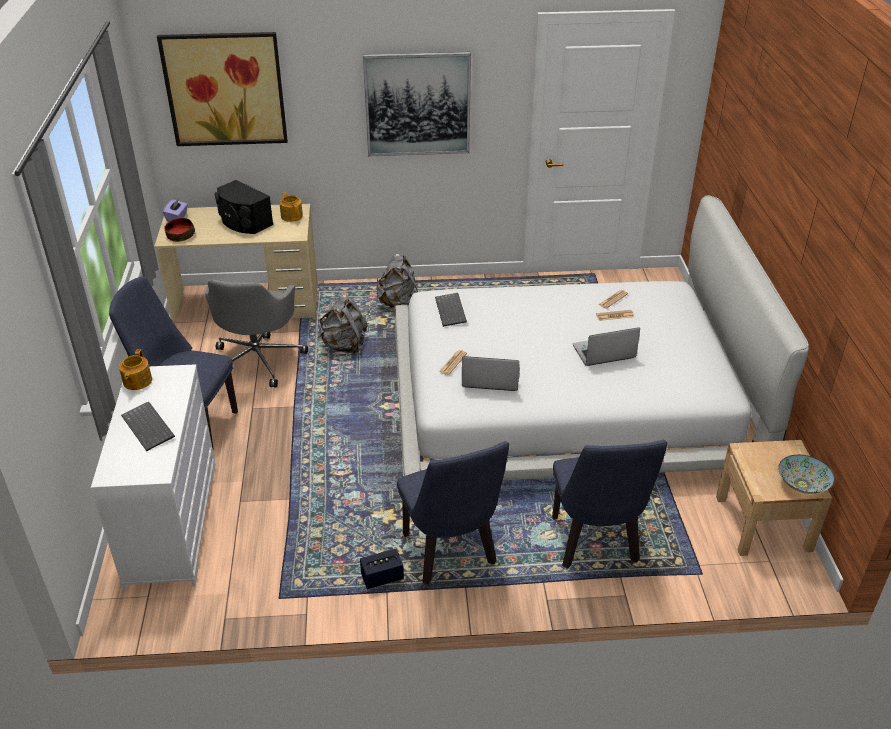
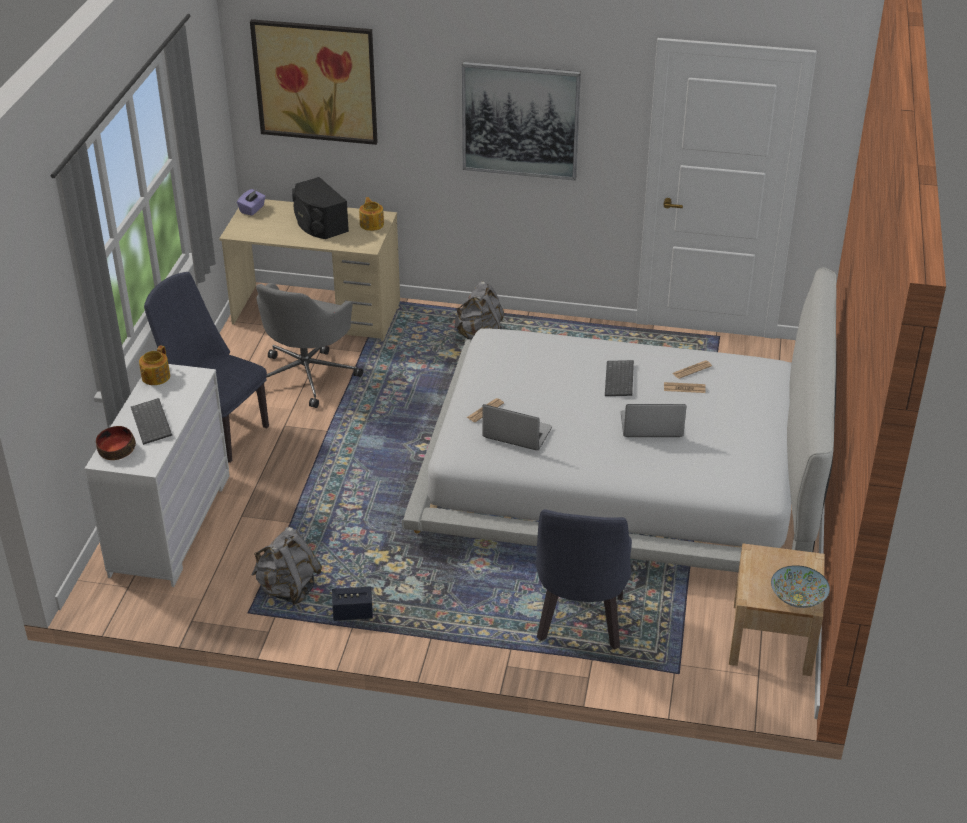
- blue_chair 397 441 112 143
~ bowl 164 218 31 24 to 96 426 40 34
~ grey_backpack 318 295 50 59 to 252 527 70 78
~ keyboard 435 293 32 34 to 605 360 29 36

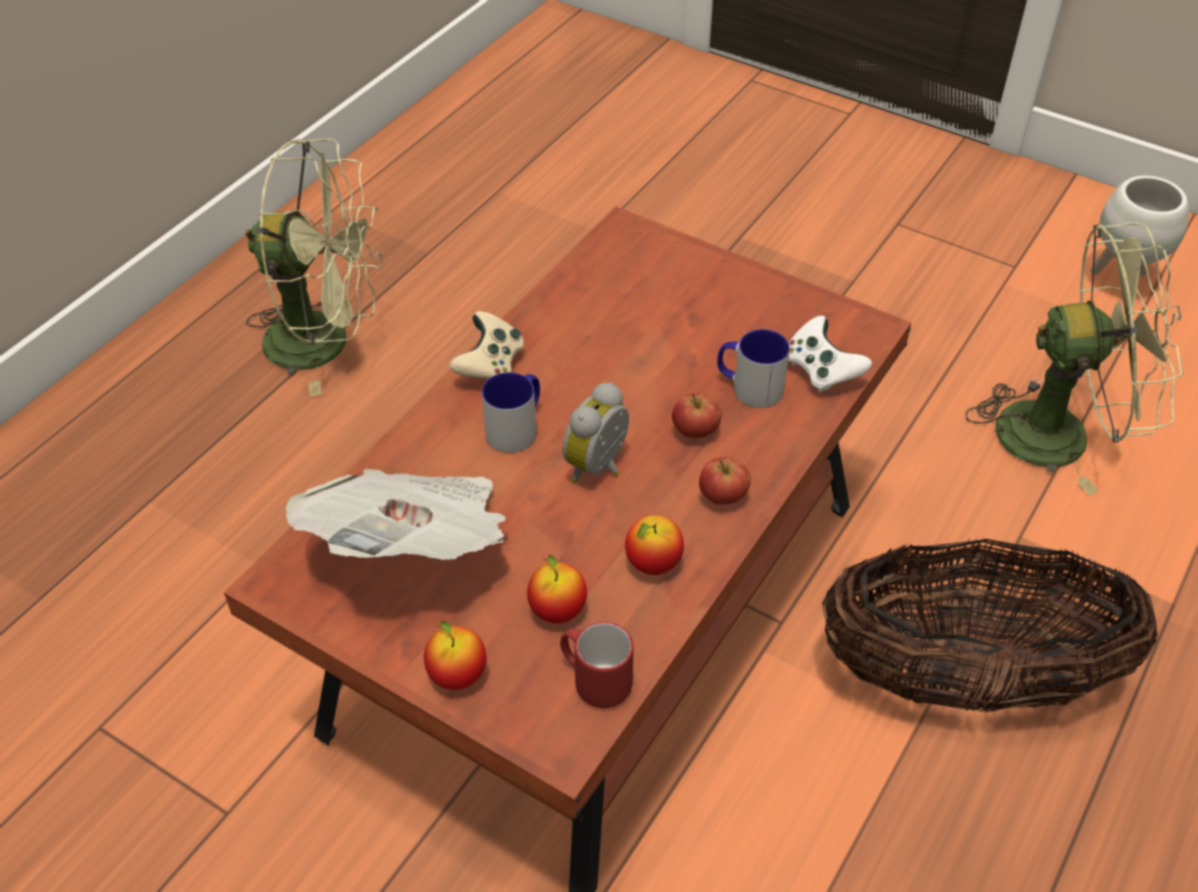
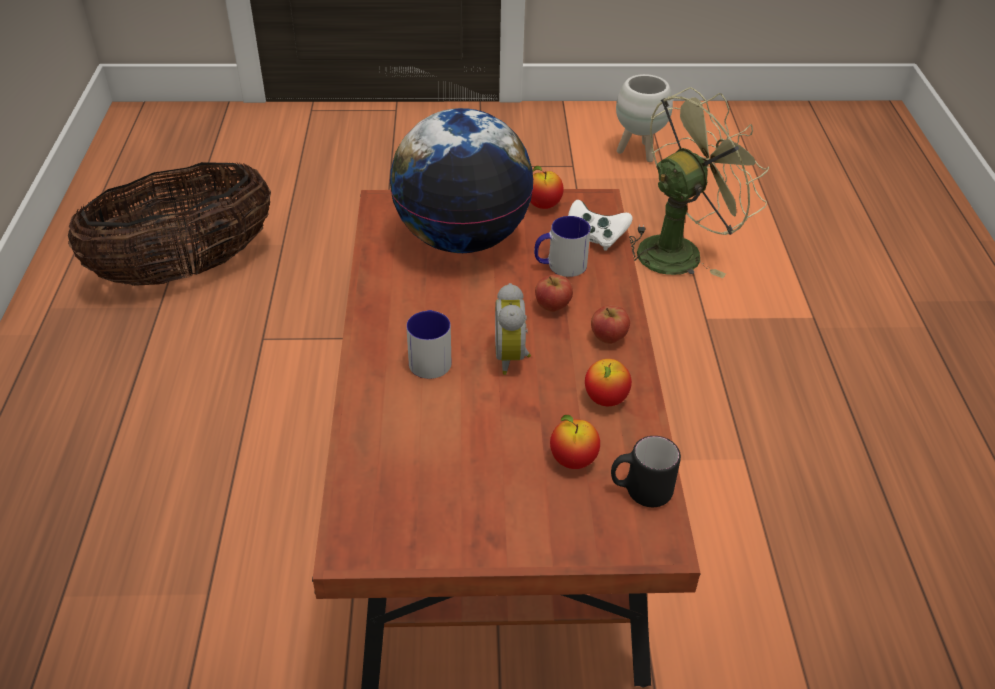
- green_fan 245 139 138 258
- newspaper 285 469 221 91
- beige_game_controller 449 311 75 68
+ globe 389 108 145 145
~ apple 424 621 62 69 to 530 166 34 43
~ basket 822 539 336 173 to 68 162 203 124
~ red_mug 560 622 74 86 to black_mug 611 436 70 71

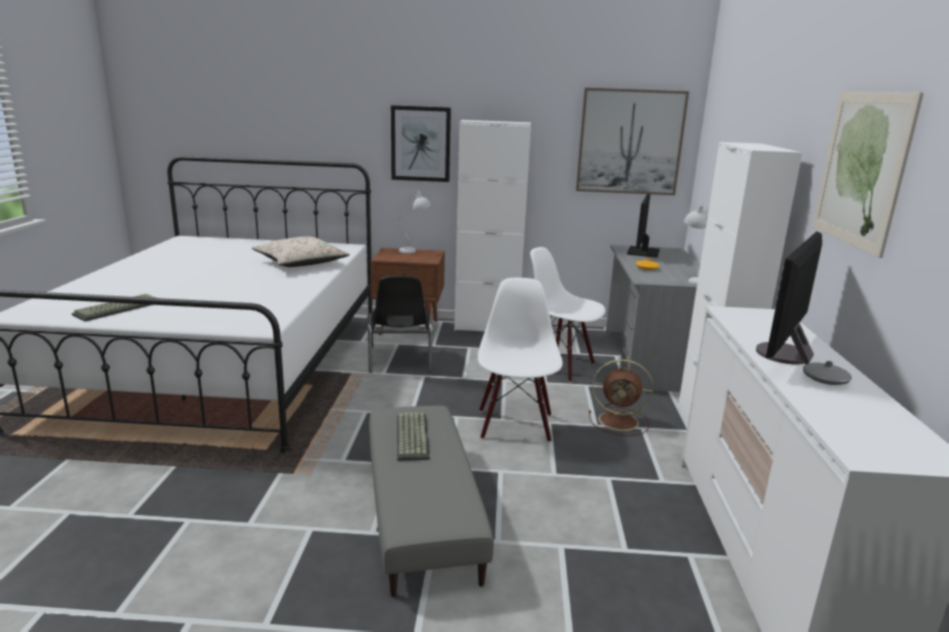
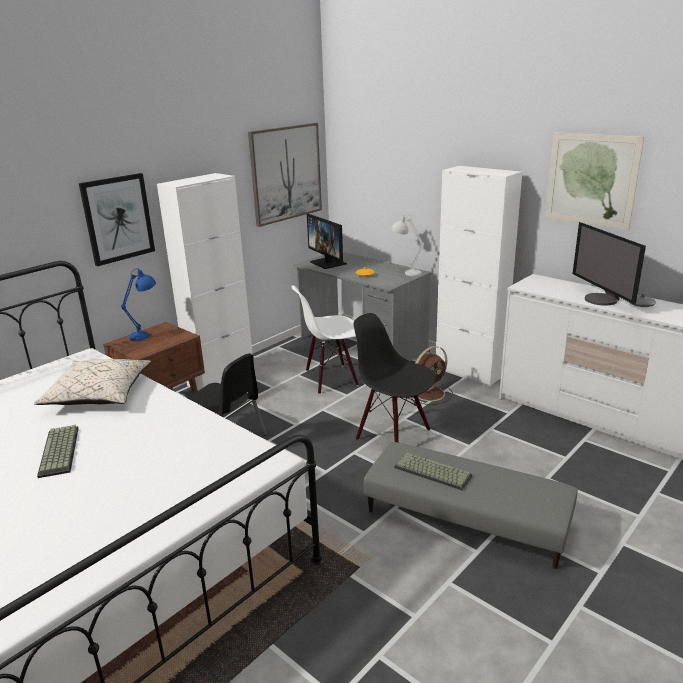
~ keyboard 72 294 84 27 to 37 425 42 53
~ white_table_lamp 397 189 34 65 to blue_table_lamp 121 268 35 73
~ white_chair 478 278 85 164 to black_chair 354 313 82 129

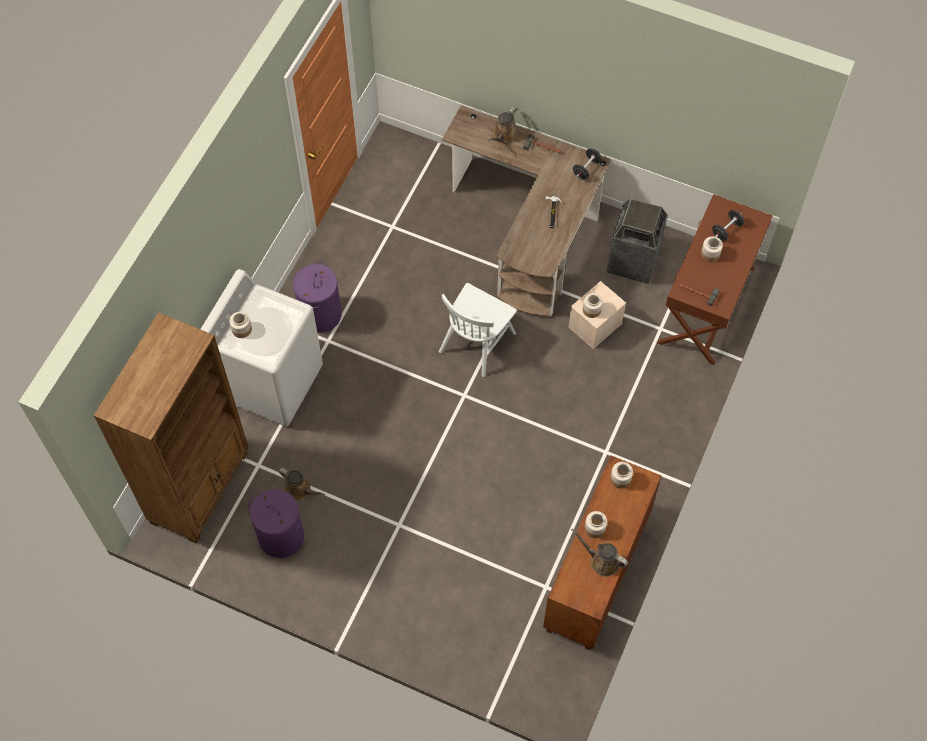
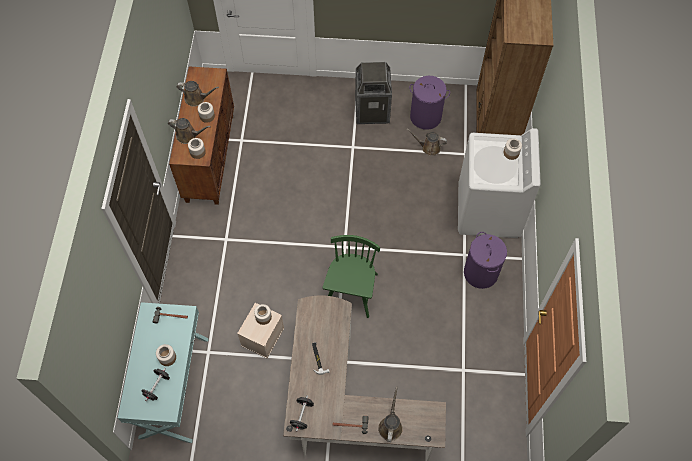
+ brown_watering_can 168 118 43 26
~ trash_can 607 198 61 86 to 355 62 37 62
~ white_chair 439 283 78 94 to green_chair 322 235 58 83
~ brown_console_table 657 194 116 171 to turquoise_console_table 118 302 91 141

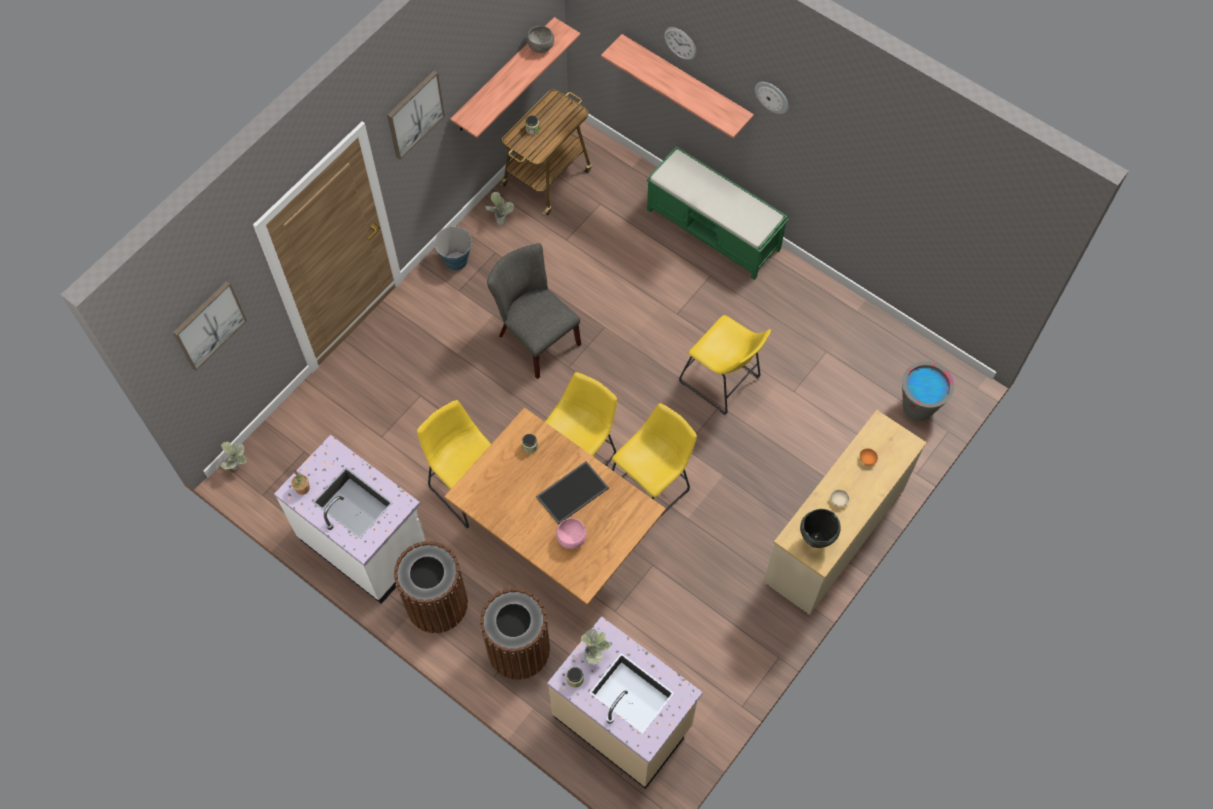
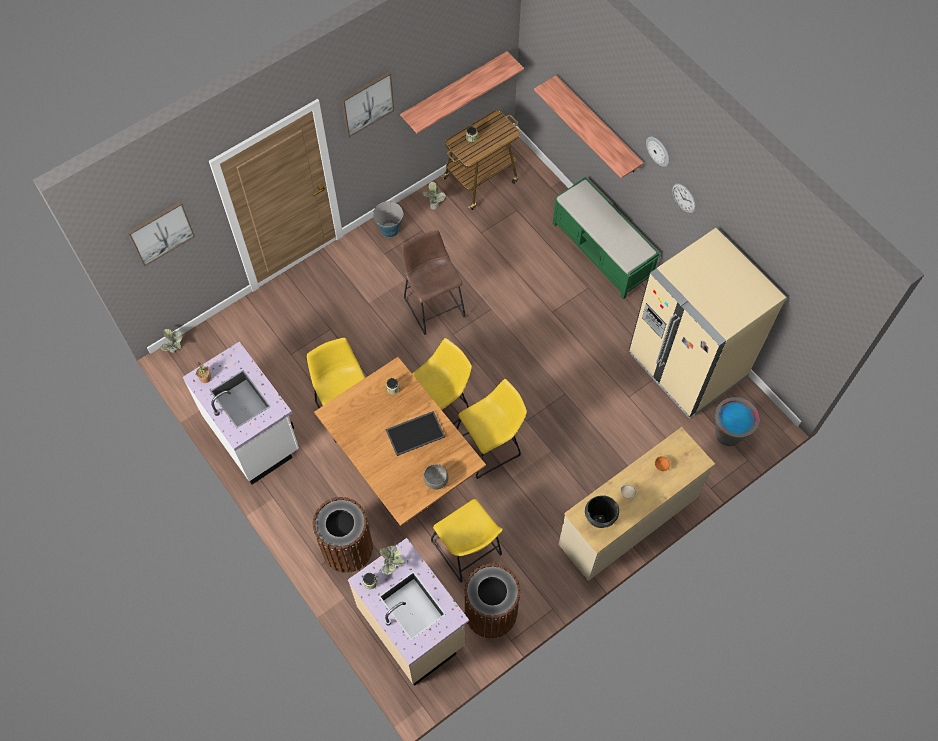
- pink_bowl 556 518 30 31
+ beige_fridge 629 228 157 190
~ brown_trash_can 394 541 74 92 to 464 563 57 75
~ grey_bowl 527 26 27 27 to 423 464 25 26
~ wall_clock 664 27 32 33 to 672 183 24 30
~ yellow_stool 679 315 92 100 to 431 499 72 83
~ grey_chair 487 243 94 136 to brown_stool 402 230 64 105

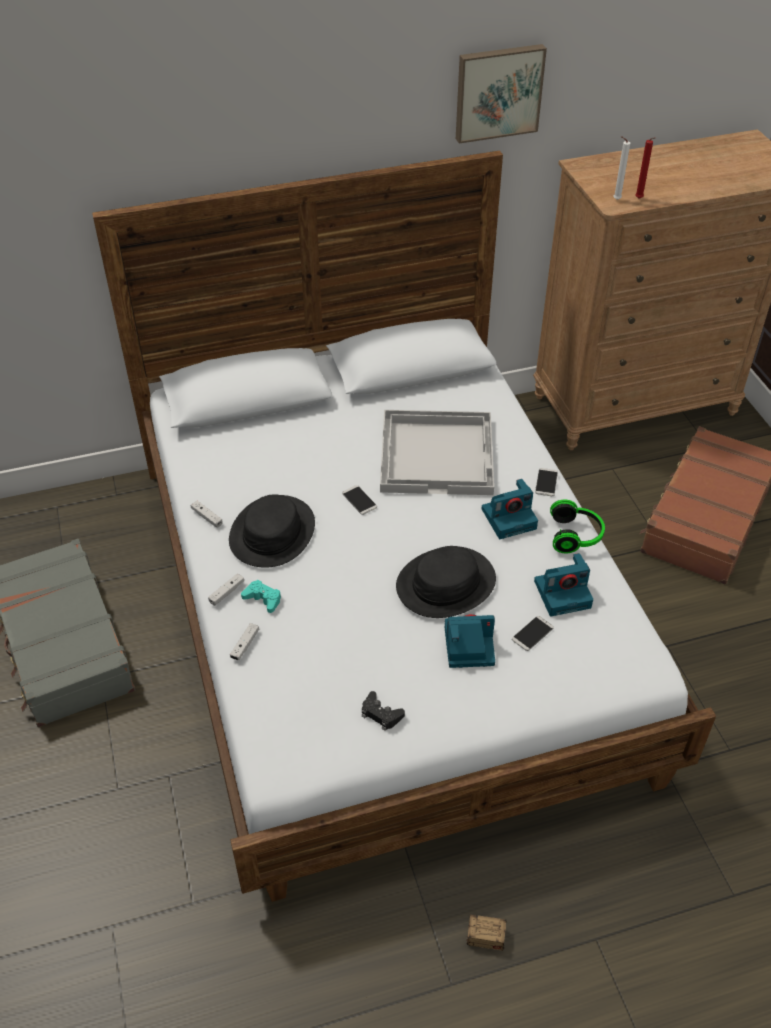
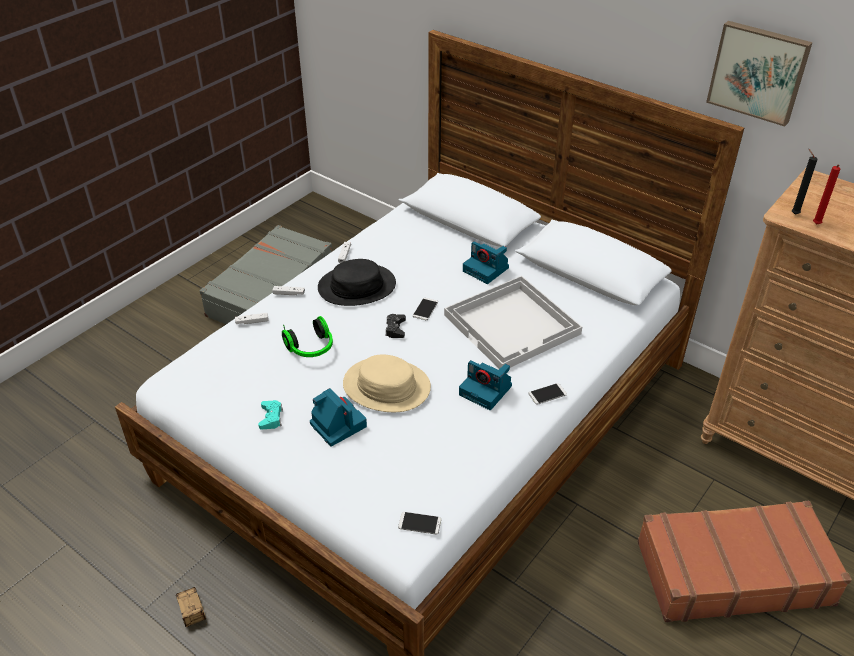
~ turquoise_game_controller 241 580 40 33 to 258 400 25 29
~ black_game_controller 362 691 43 40 to 385 314 21 24
~ phone 512 616 42 35 to 398 512 43 23
~ photo_camera 534 553 59 63 to 463 241 46 43
~ headphones 550 499 55 54 to 282 316 51 41
~ black_hat 396 546 100 72 to beige_hat 343 355 88 57
~ white_candle 613 136 17 64 to black_candle 792 149 26 66

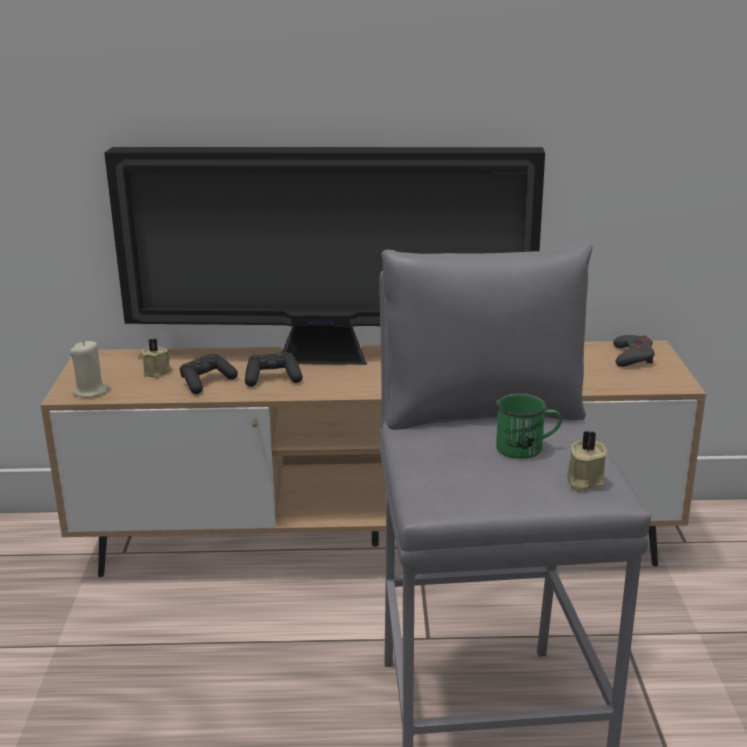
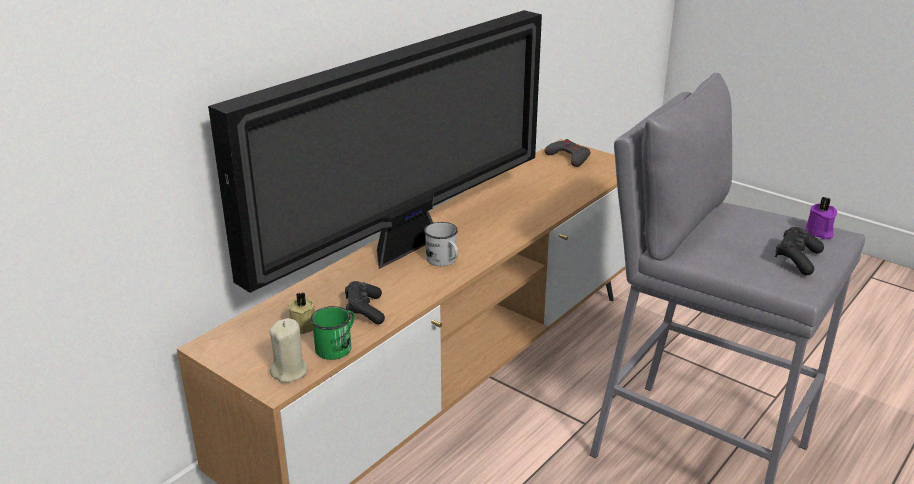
+ white_mug 424 222 34 44
~ black_game_controller 245 352 58 35 to 775 227 49 48
~ green_mug 496 393 66 66 to 311 306 44 54
~ beige_candle 567 431 41 60 to purple_candle 805 197 32 42

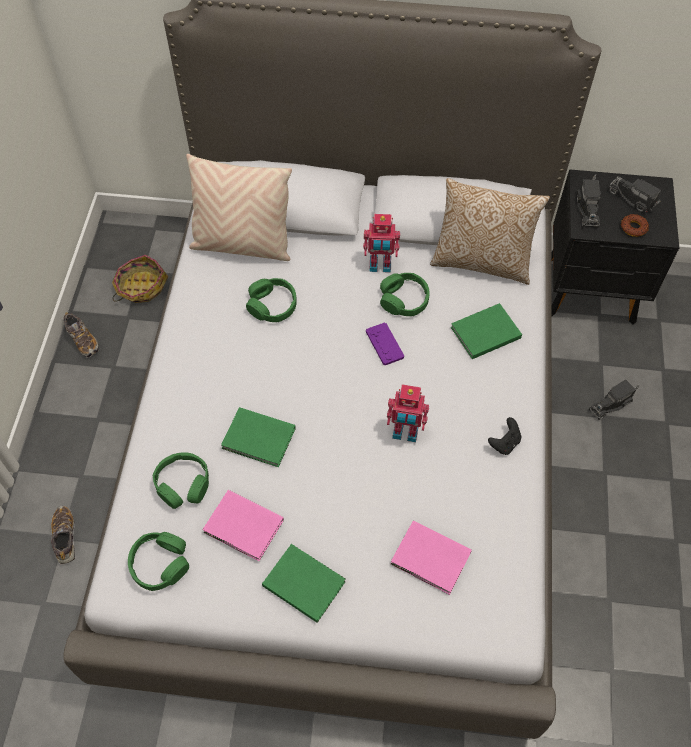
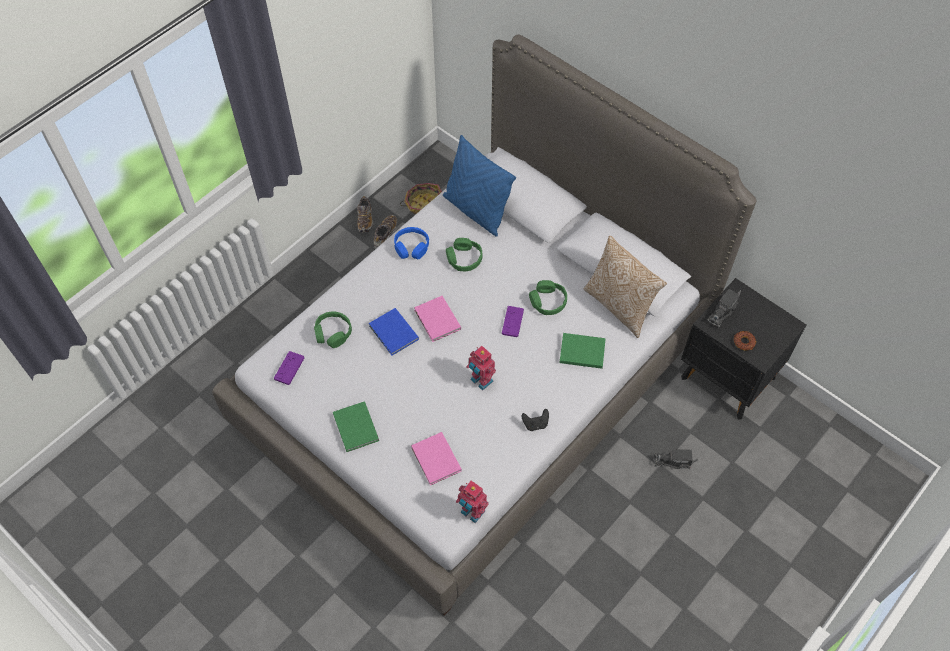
- toy_truck 609 176 52 38
+ blue_headphones 394 227 35 32
~ shoe 51 506 24 59 to 374 215 23 32
~ pink_book 202 490 82 71 to 414 296 47 46
~ toy_robot 363 214 37 59 to 456 481 33 42
~ green_headphones 128 532 61 59 to purple_game_controller 274 351 30 34
~ beige_pillow 186 154 106 107 to blue_pillow 443 135 73 102
~ green_book 221 407 75 60 to blue_book 369 308 50 48

